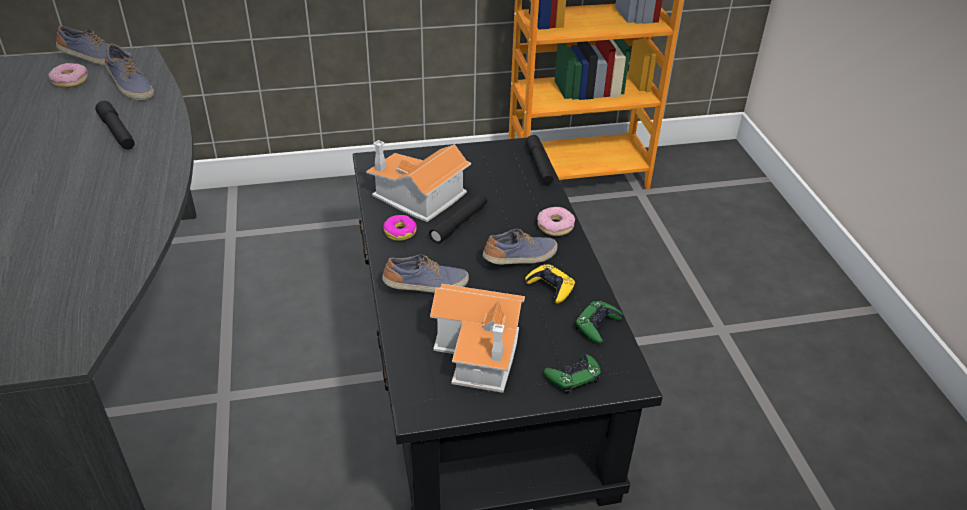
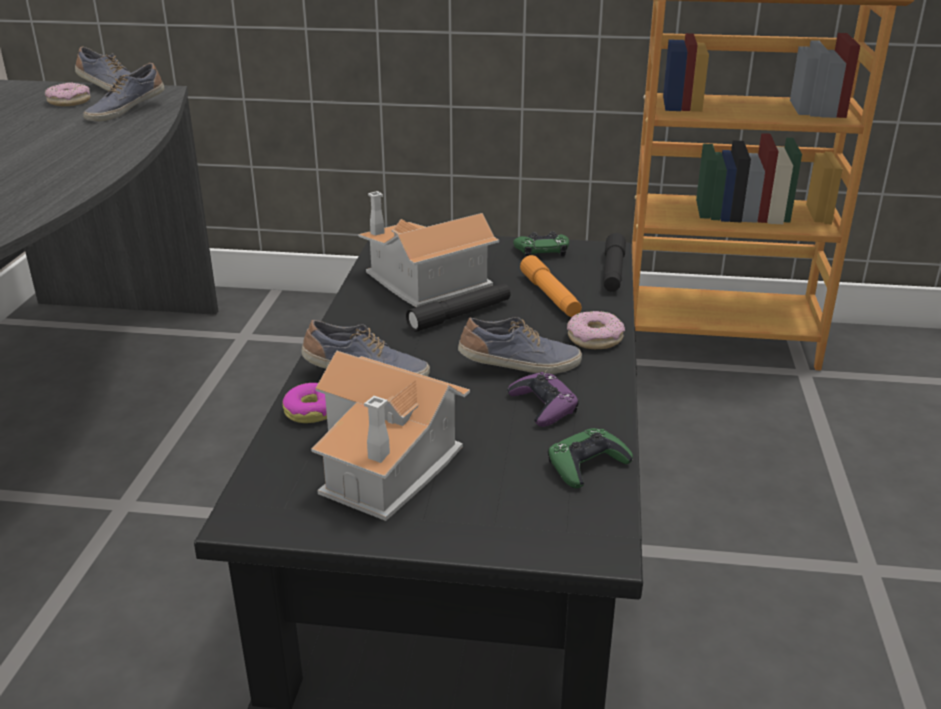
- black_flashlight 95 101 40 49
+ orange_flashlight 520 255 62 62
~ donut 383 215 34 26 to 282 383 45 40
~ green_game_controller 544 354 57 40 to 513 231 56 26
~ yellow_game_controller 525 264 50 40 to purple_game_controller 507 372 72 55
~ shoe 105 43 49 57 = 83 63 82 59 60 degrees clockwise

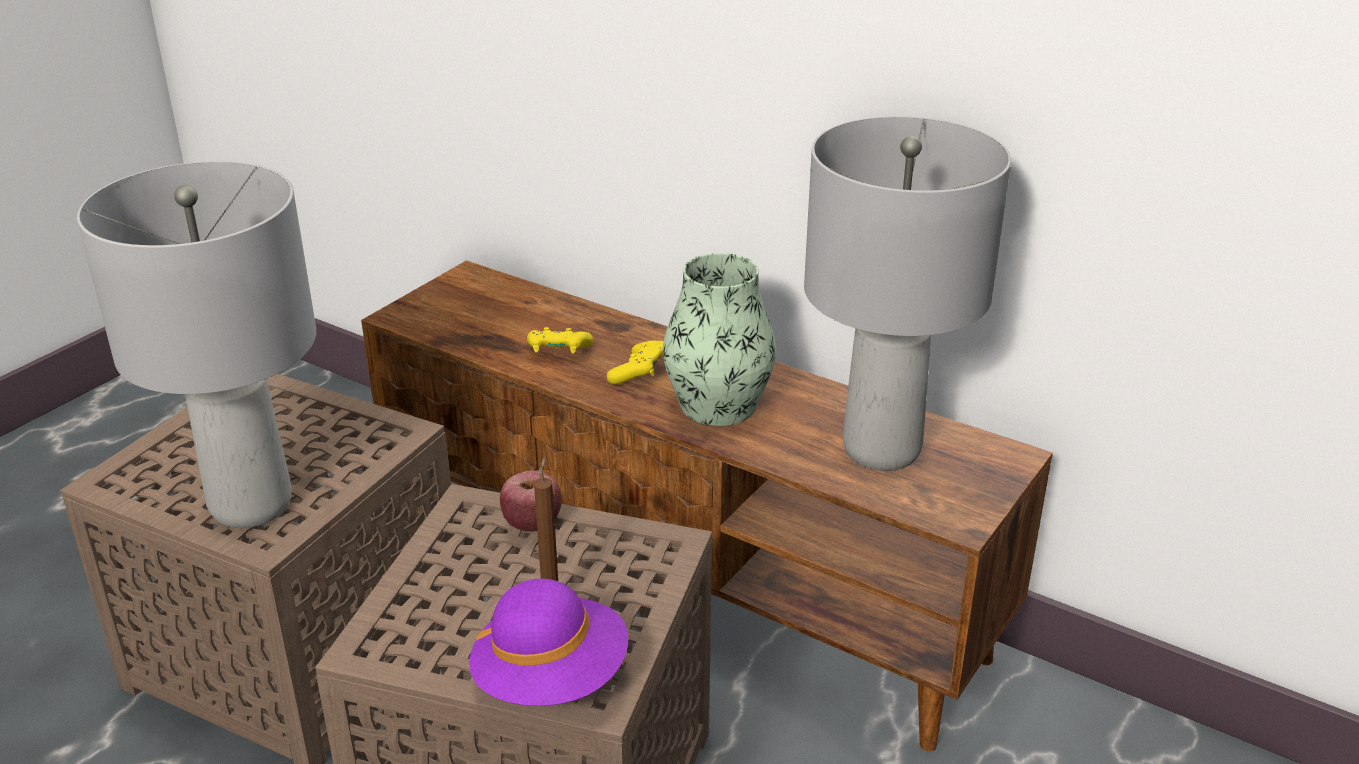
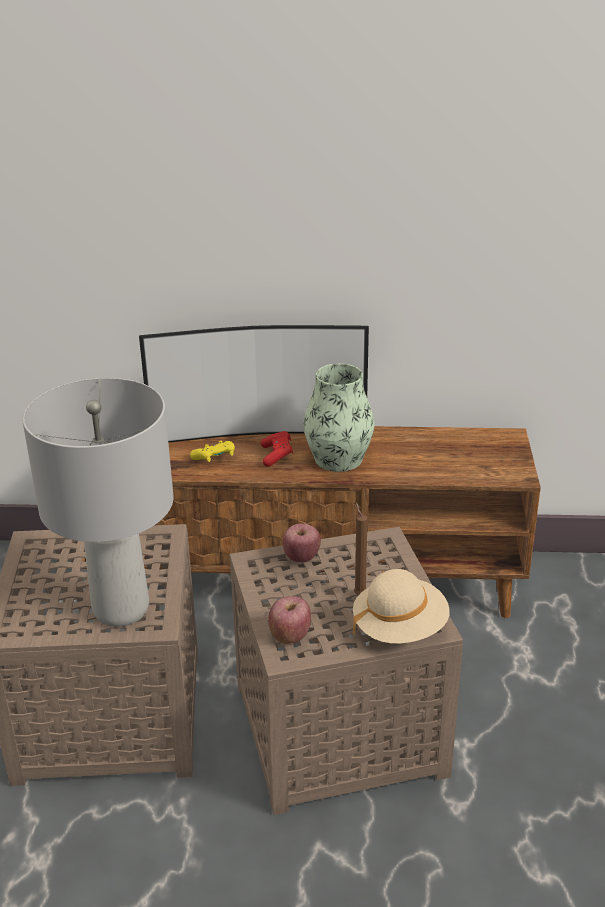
- grey_table_lamp 804 116 207 355
+ television 139 325 230 118
+ apple 268 596 43 48
~ purple_hat 469 579 159 127 to beige_hat 353 569 97 75
~ yellow_game_controller 607 341 57 43 to red_game_controller 261 431 32 35

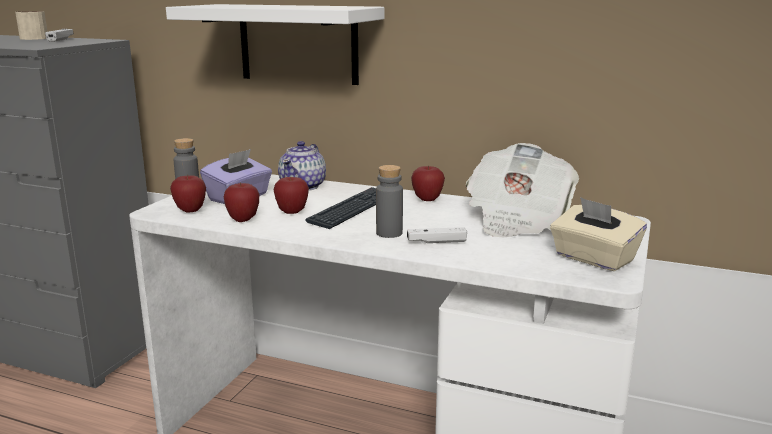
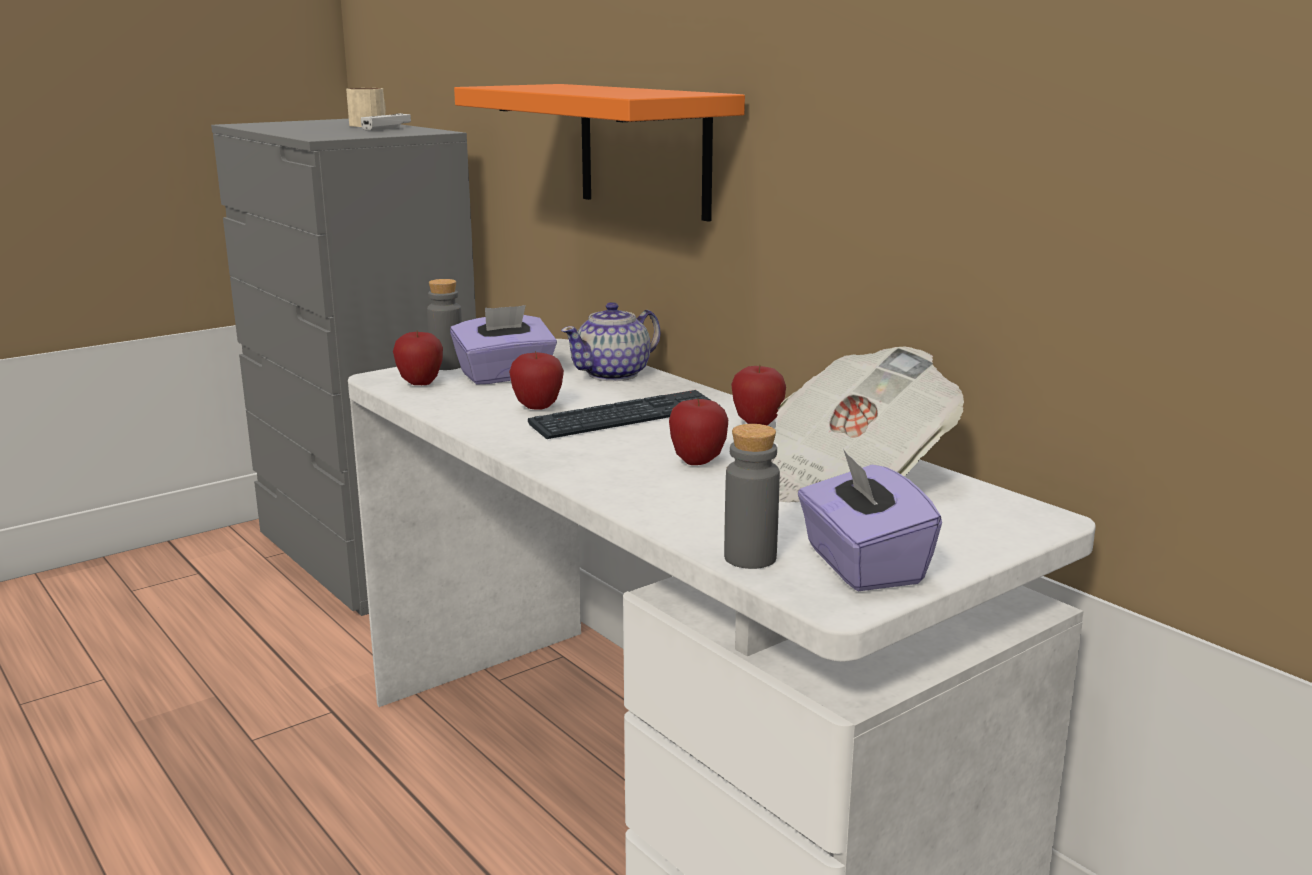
- white_game_controller 407 227 60 16
~ apple 224 182 35 40 to 669 398 59 67
~ grey_bottle 376 165 27 73 to 724 424 56 145
~ white_shelf 166 4 219 81 to orange_shelf 454 84 291 138
~ beige_tissue_box 550 197 97 74 to purple_tissue_box 798 449 144 142

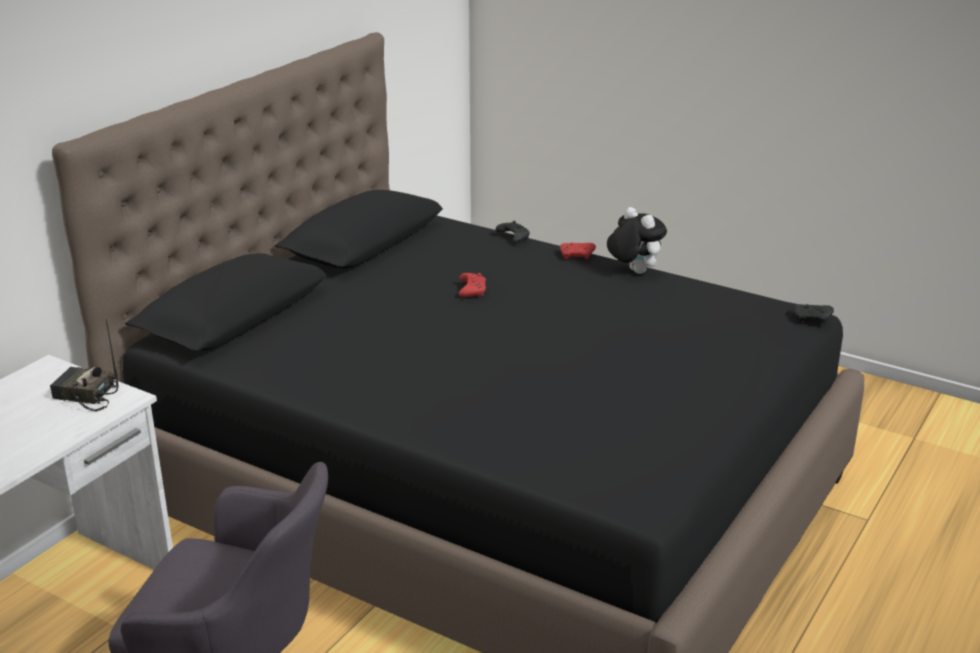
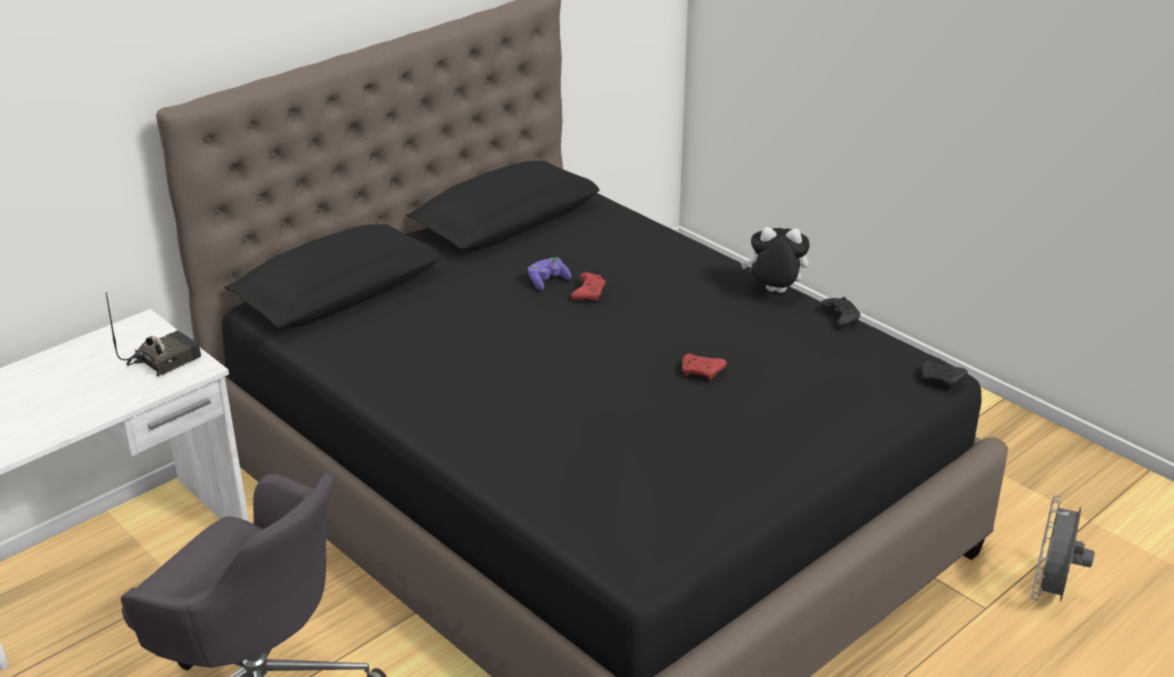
+ purple_game_controller 528 257 43 34
+ grey_fan 1031 495 64 106
~ black_game_controller 496 221 34 23 to 820 297 40 31
~ red_game_controller 560 242 36 18 to 682 353 45 27
~ radio 50 319 68 92 = 106 292 95 84 105 degrees clockwise
~ plush_toy 607 207 60 67 = 741 227 69 66 60 degrees counterclockwise

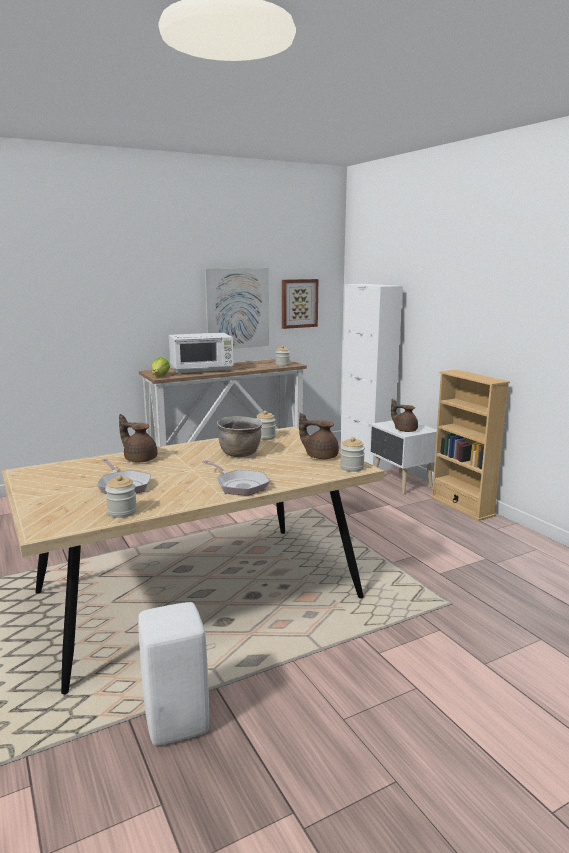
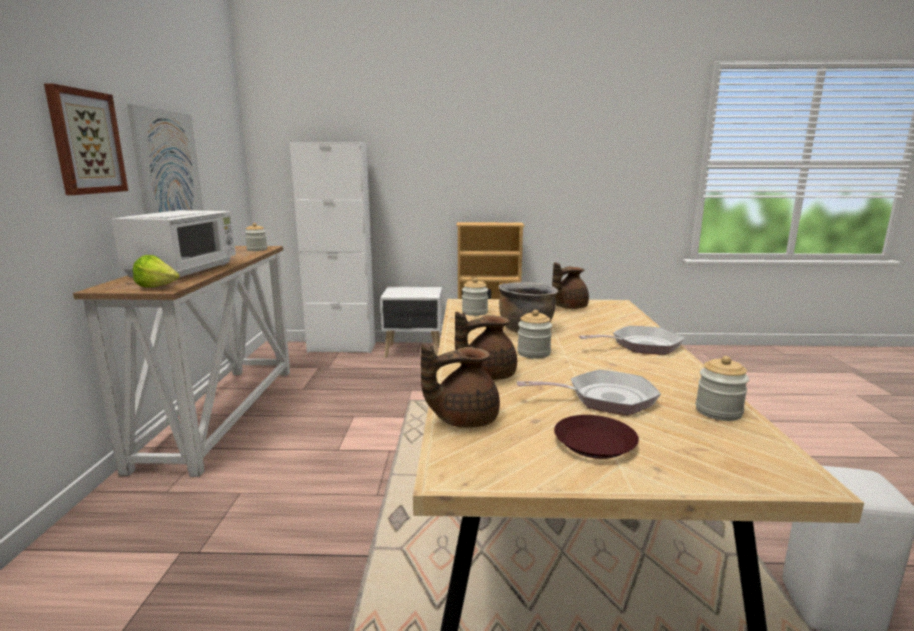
+ brown_plate 554 415 85 44
~ picture 282 279 36 50 to 44 83 84 112
~ jar 340 437 25 35 to 517 310 35 48
~ brown_teapot 391 399 27 33 to 421 344 79 84

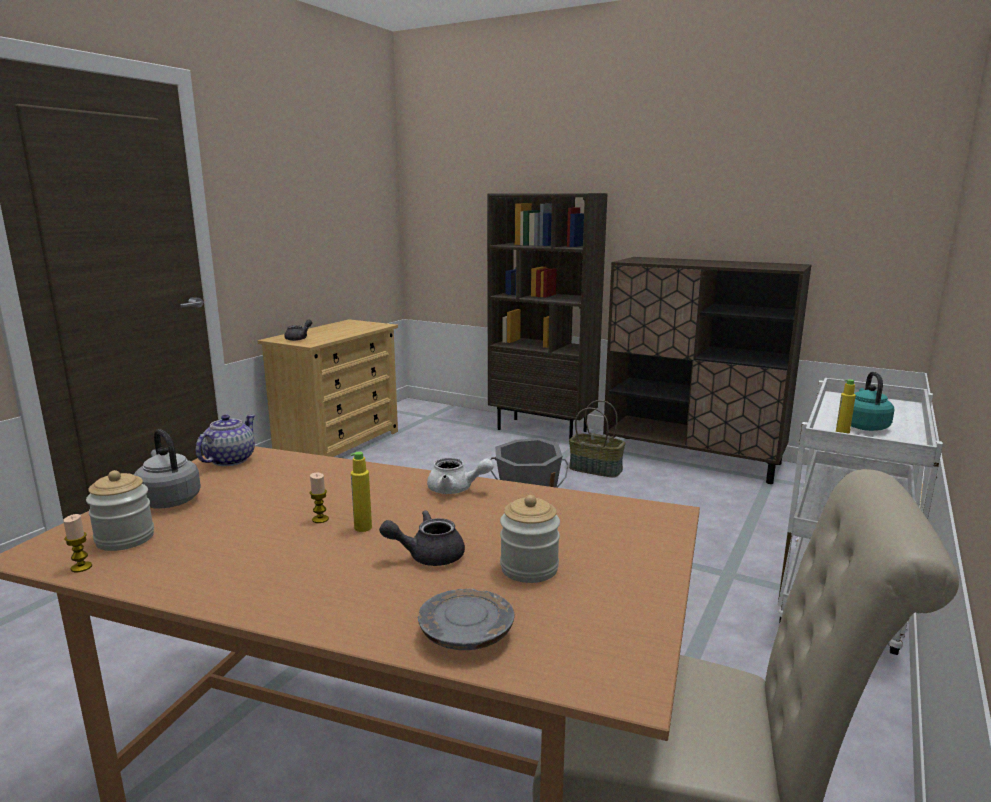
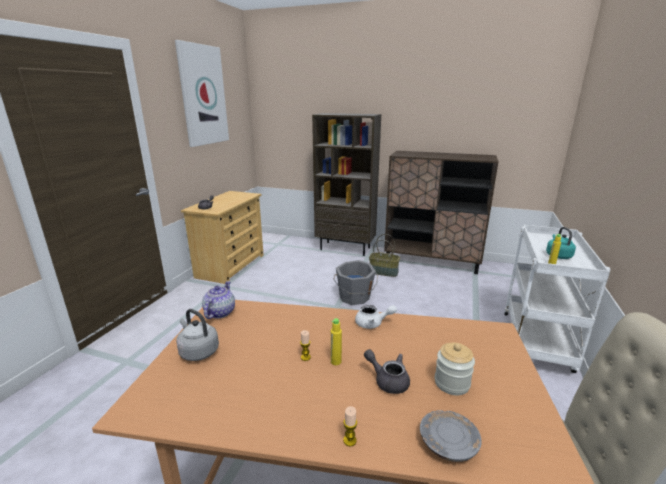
- jar 86 470 68 81
+ picture 175 40 54 107
~ candle 63 514 29 58 to 343 406 14 40
~ grey_teapot 379 510 86 56 = 364 349 46 45 60 degrees clockwise

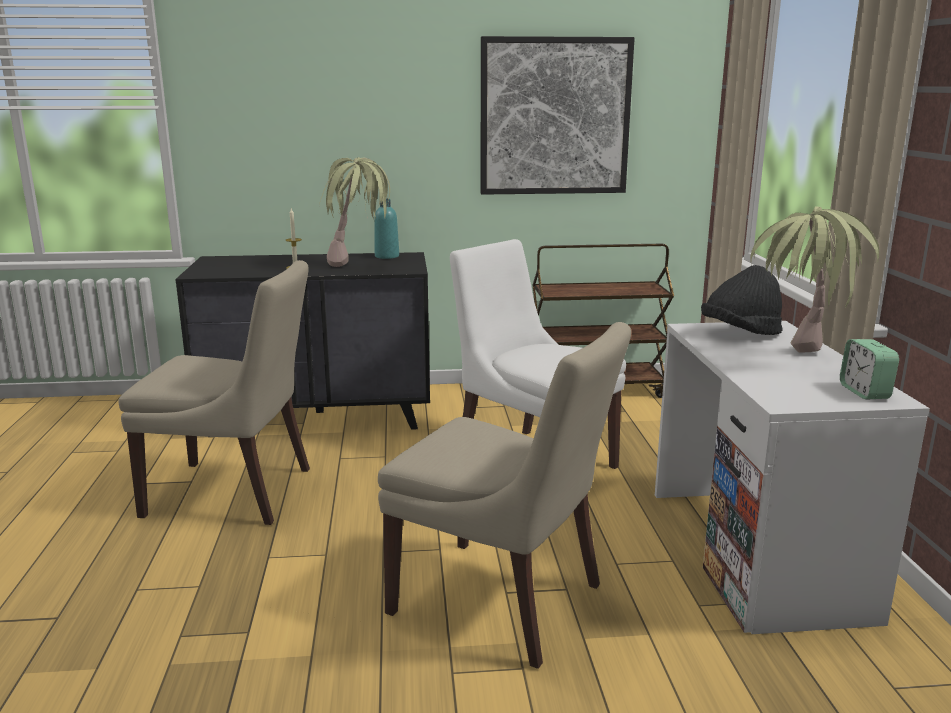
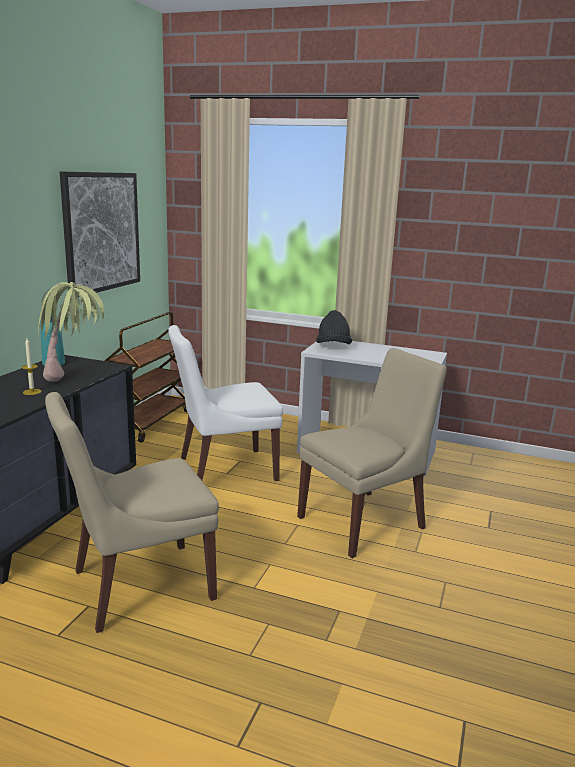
- potted_plant 750 206 130 146
- alarm_clock 840 339 59 61
~ beige_chair 119 260 191 265 = 45 392 174 241 150 degrees counterclockwise

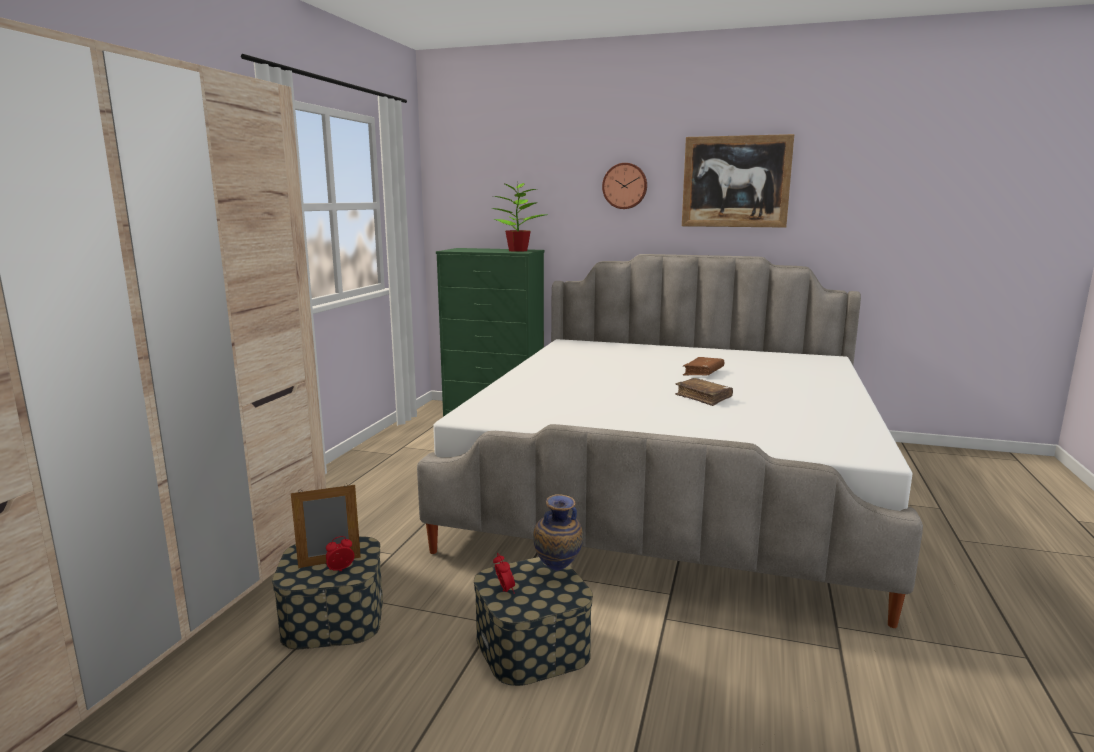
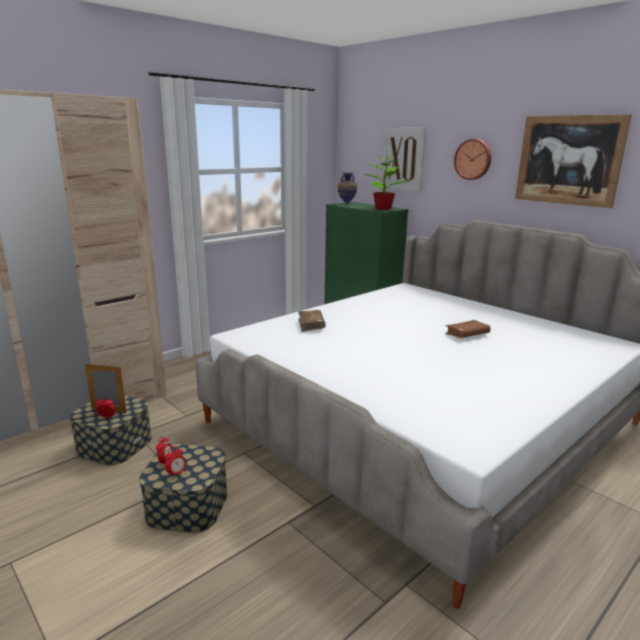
+ alarm_clock 165 446 21 31
+ picture 382 127 44 65
~ vase 533 494 50 77 to 338 171 19 32
~ brown_book 675 378 58 28 to 298 310 28 22

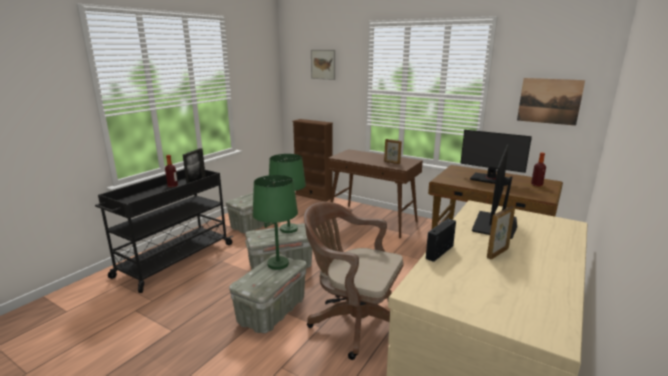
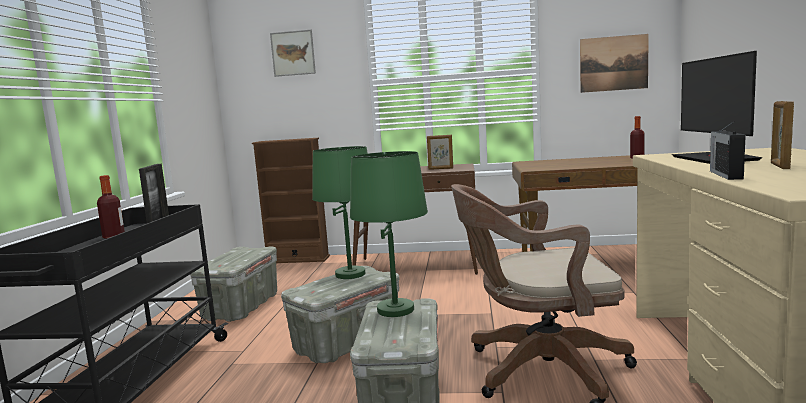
- monitor 460 130 72 56

